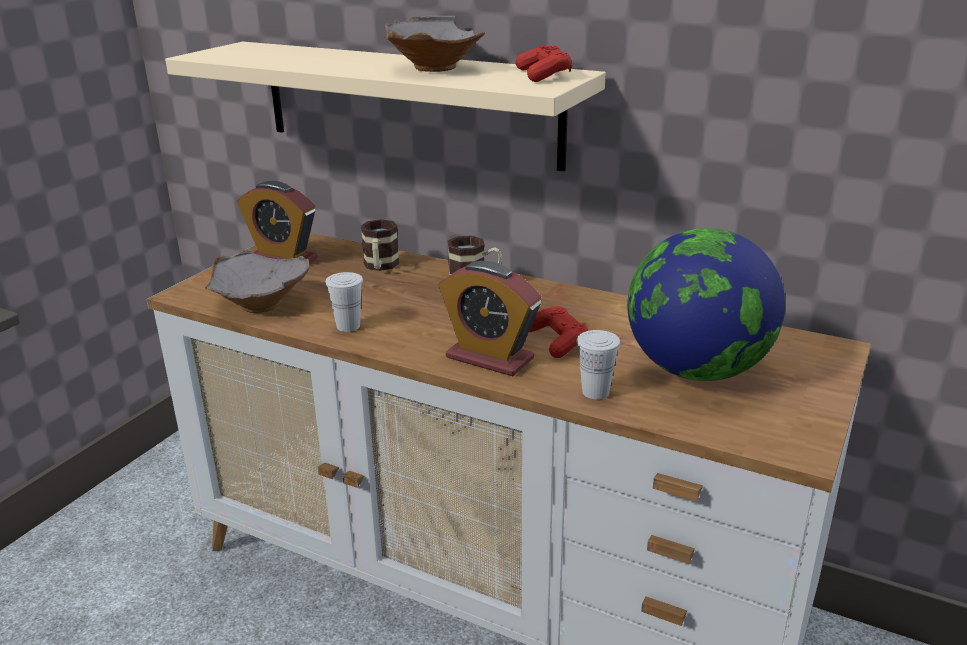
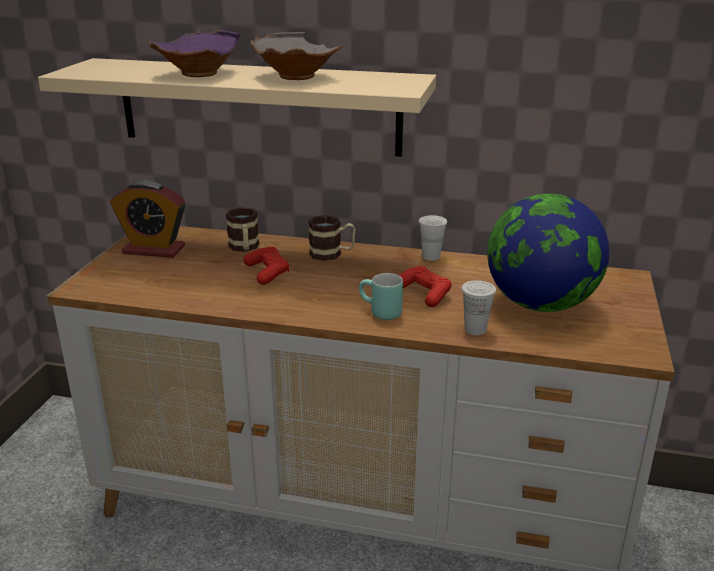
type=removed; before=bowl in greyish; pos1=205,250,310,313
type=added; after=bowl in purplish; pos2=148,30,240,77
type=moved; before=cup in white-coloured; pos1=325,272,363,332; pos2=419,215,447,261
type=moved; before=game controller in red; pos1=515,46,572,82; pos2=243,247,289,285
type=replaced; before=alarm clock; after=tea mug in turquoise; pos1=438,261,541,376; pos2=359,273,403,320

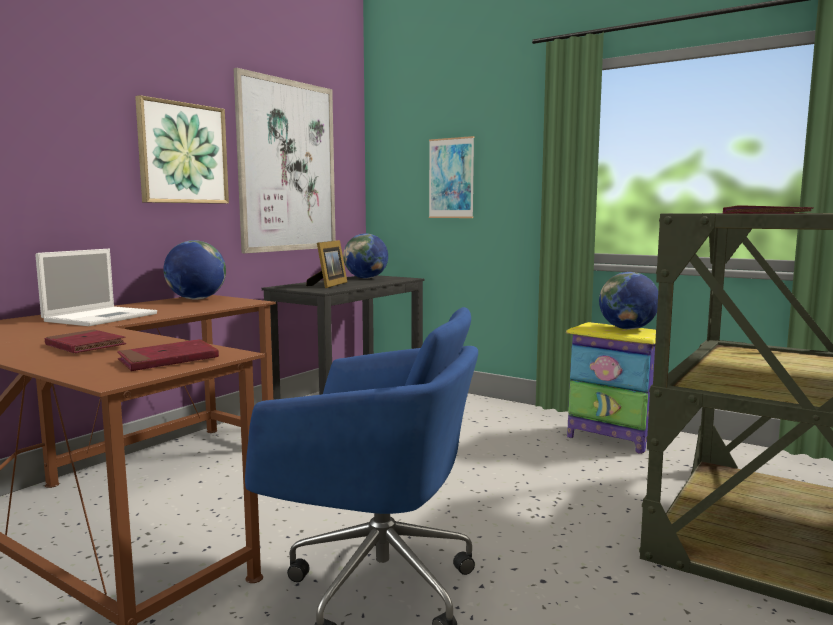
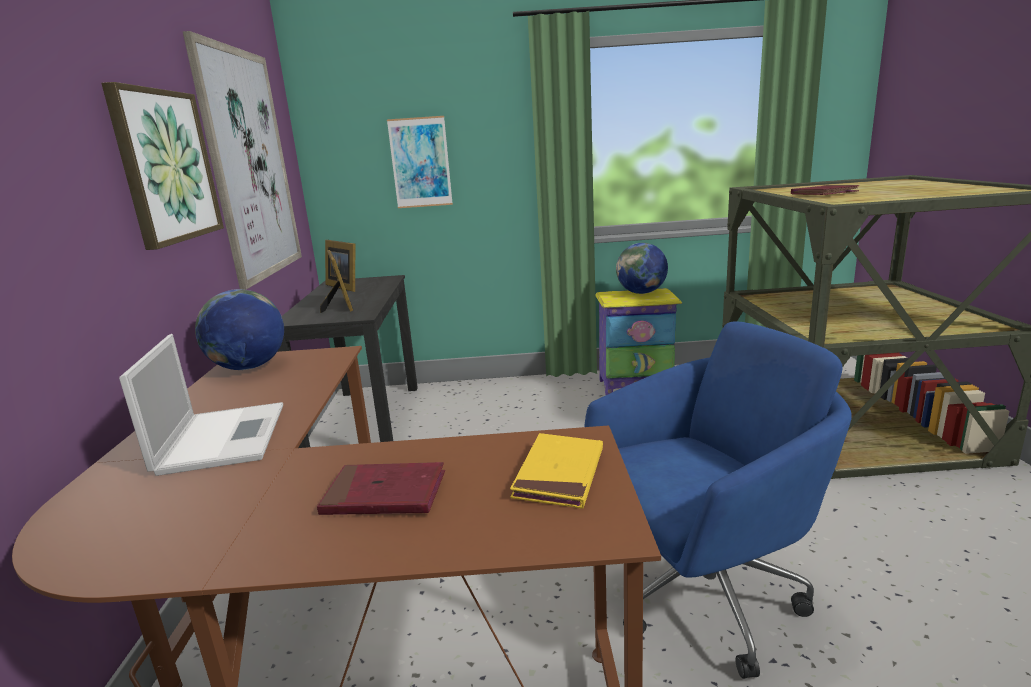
type=replaced; before=globe; after=photo frame; pos1=343,233,388,279; pos2=325,240,355,292
type=recoloured; before=book in red; after=book in yellow-coloured; pos1=117,339,219,371; pos2=510,433,603,509

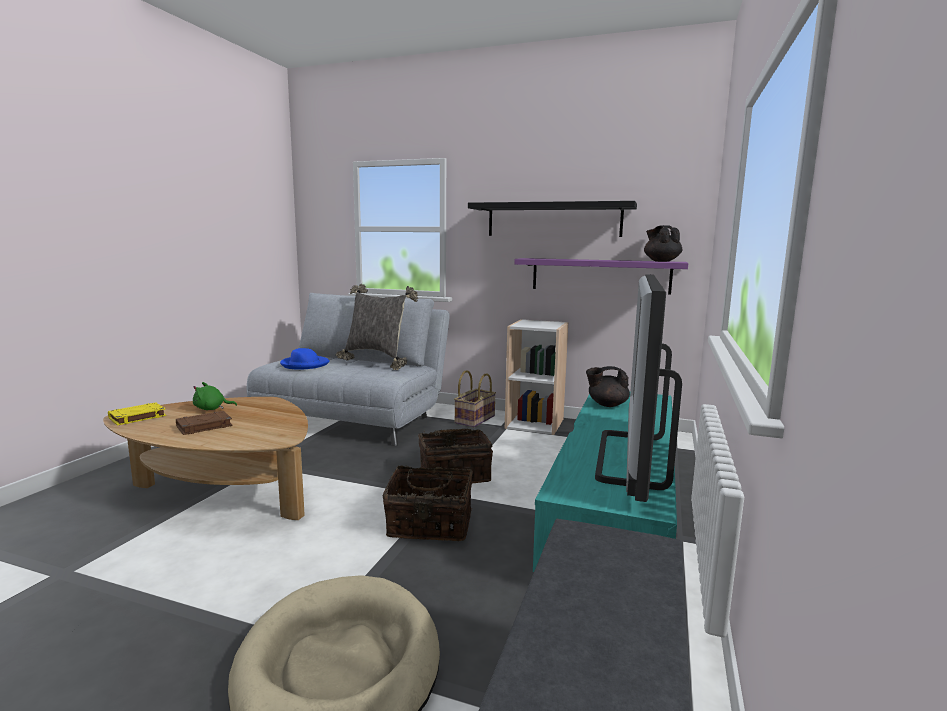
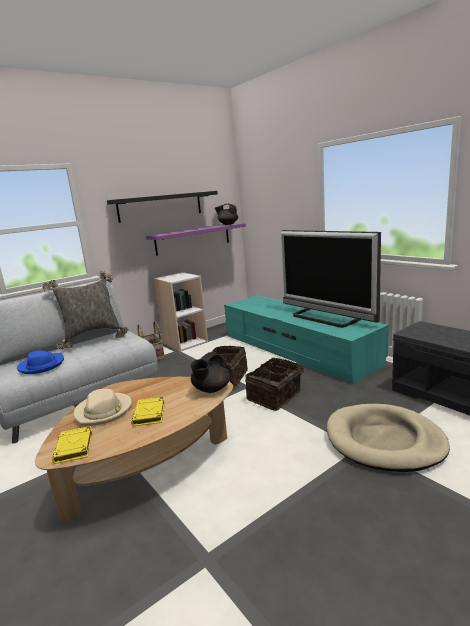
type=moved; before=teapot in black-coloured; pos1=586,366,630,407; pos2=191,352,230,393
type=replaced; before=soft toy in green-coloured; after=clothing hat in beige; pos1=193,382,237,410; pos2=73,389,132,426
type=recoloured; before=book in brownish; after=book in yellow-coloured; pos1=176,411,233,435; pos2=131,397,165,426

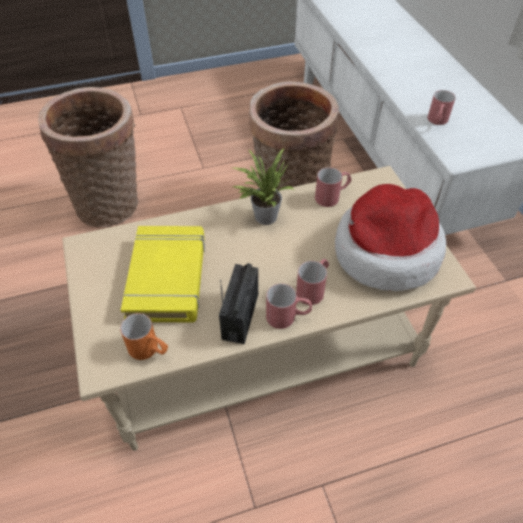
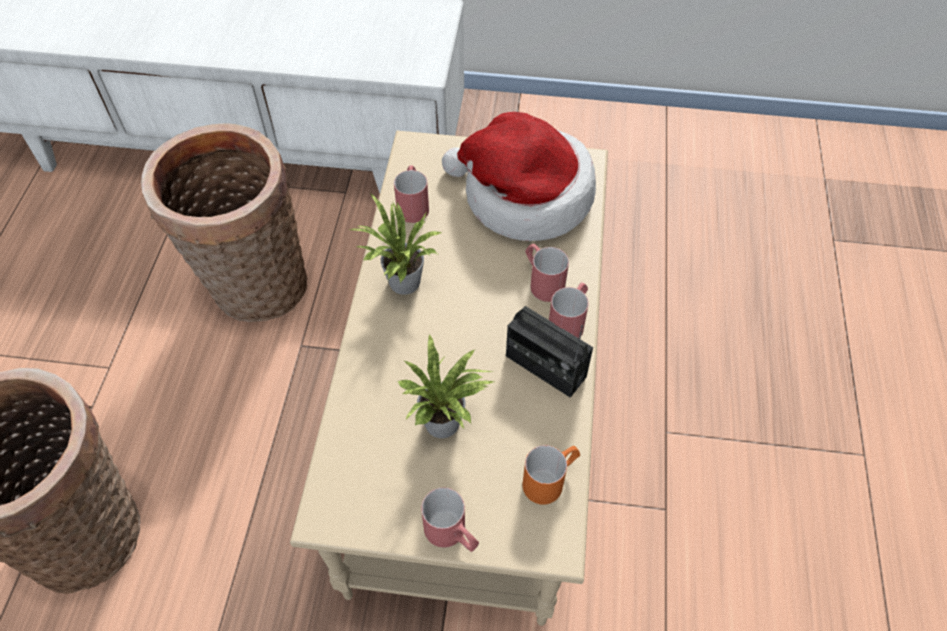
type=moved; before=tea mug in red; pos1=428,90,456,125; pos2=421,488,479,552
type=replaced; before=book in yellow-coloured; after=plant in a pot; pos1=121,226,205,322; pos2=397,334,494,438

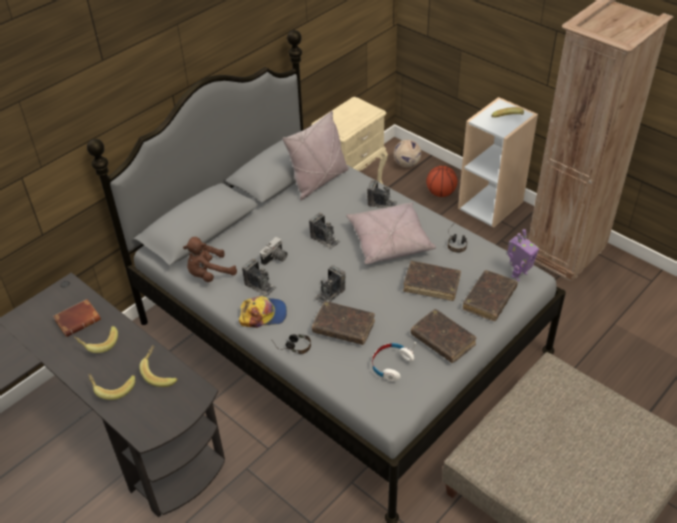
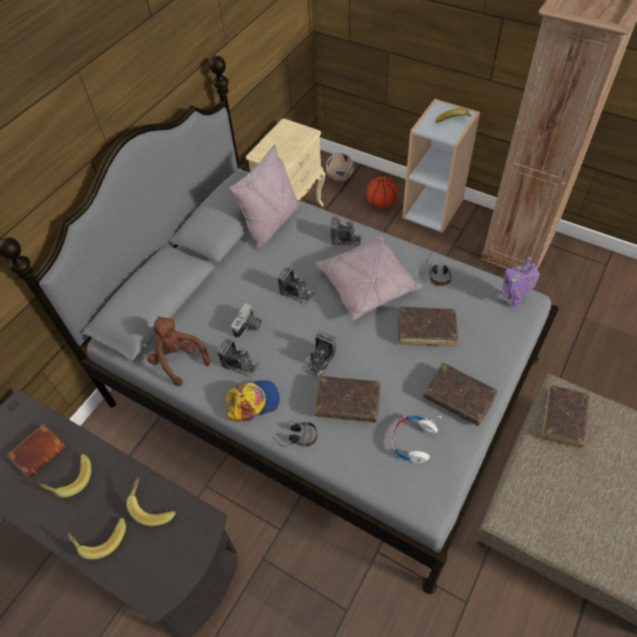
type=moved; before=book in brownish; pos1=463,270,518,321; pos2=541,385,590,448
type=turned; before=soft toy in brownish; pos1=183,237,237,282; pos2=147,316,210,386; turn=90
type=turned; before=model robot; pos1=507,229,539,281; pos2=503,257,540,308; turn=135

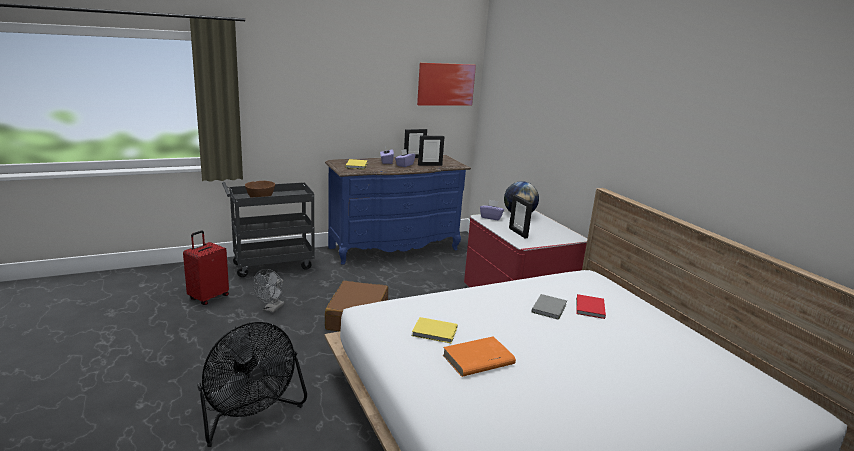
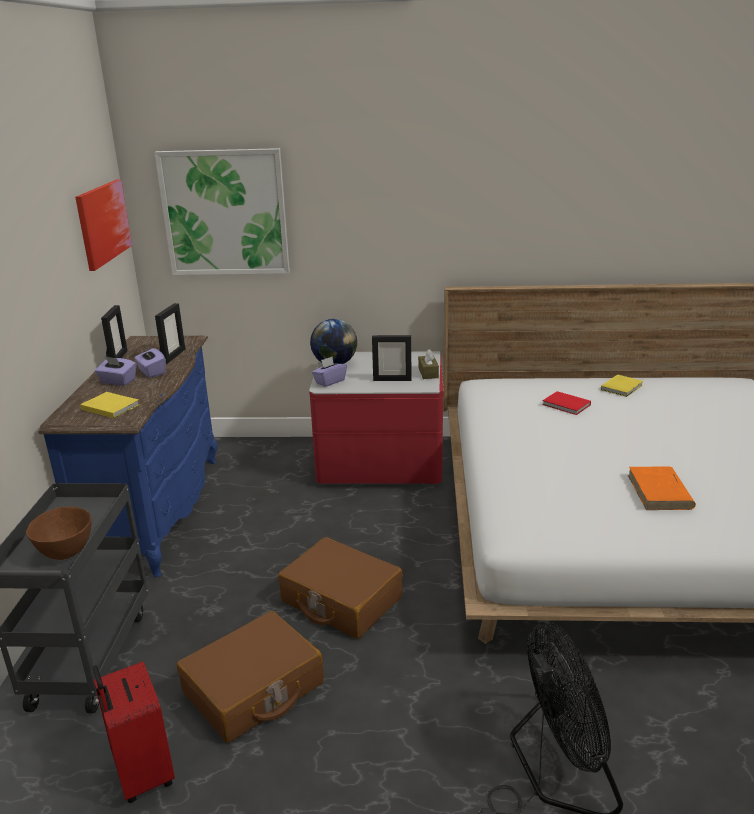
type=removed; before=book in greyish; pos1=532,294,567,320
type=added; after=picture; pos2=154,148,290,275
type=added; after=tissue box in brownish; pos2=418,349,439,379
type=moved; before=book in yellow-coloured; pos1=412,317,458,343; pos2=601,375,643,397
type=replaced; before=electric fan in greyish; after=travel case in brownish; pos1=253,269,284,313; pos2=177,611,324,743

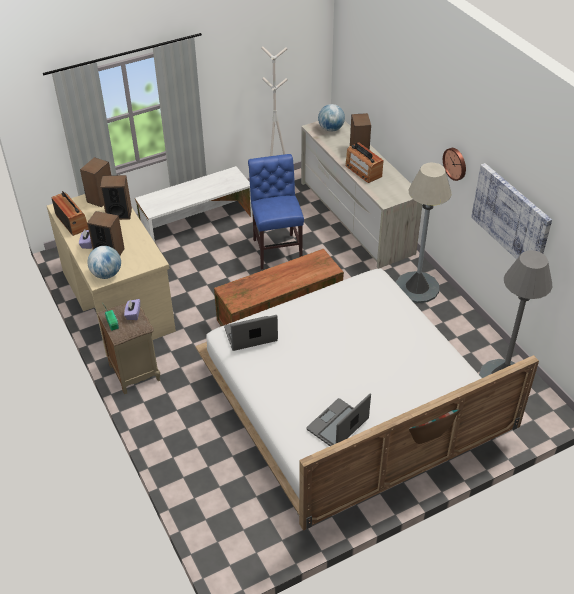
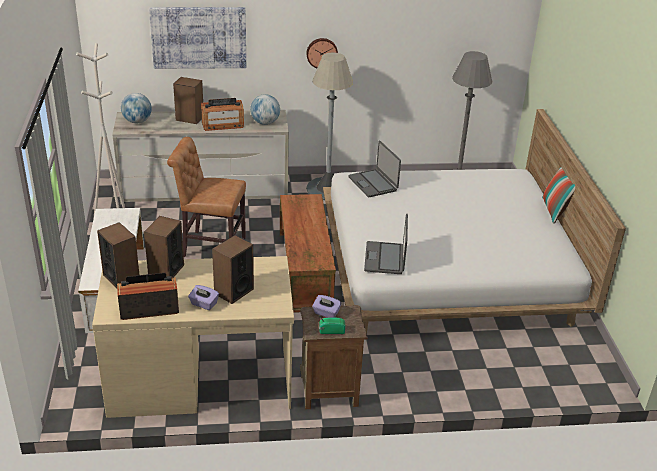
type=moved; before=globe; pos1=87,246,121,279; pos2=250,94,280,125
type=moved; before=portable computer; pos1=307,394,371,446; pos2=348,141,401,197
type=moved; before=picture; pos1=471,163,552,259; pos2=149,7,246,69
type=recoloured; before=upright chair in bluish; after=upright chair in brownish; pos1=248,154,304,269; pos2=167,137,246,257

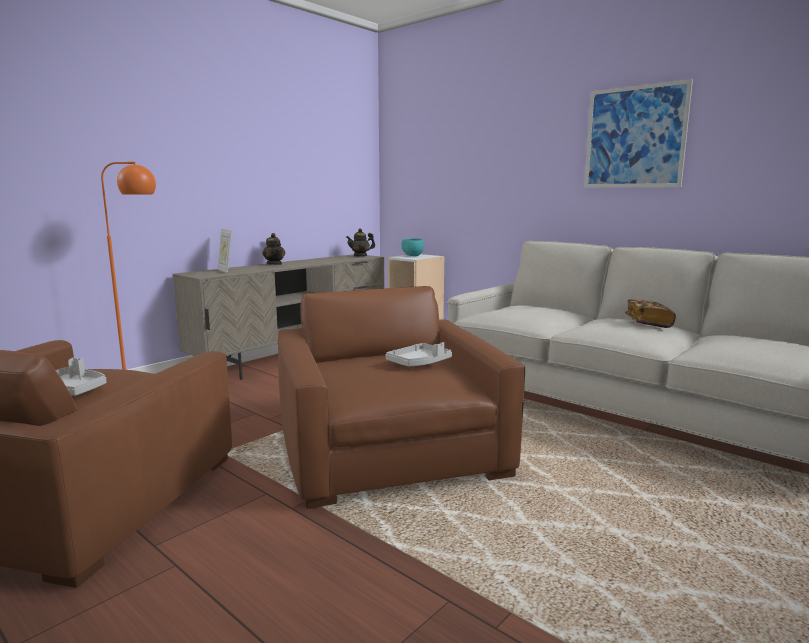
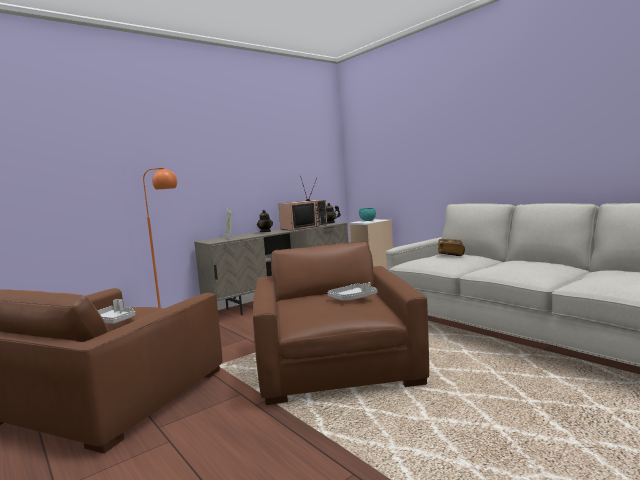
type=removed; before=picture; pos1=584,79,693,188
type=added; after=TV; pos2=278,178,327,231
type=moved; before=book; pos1=625,300,676,328; pos2=438,239,465,256

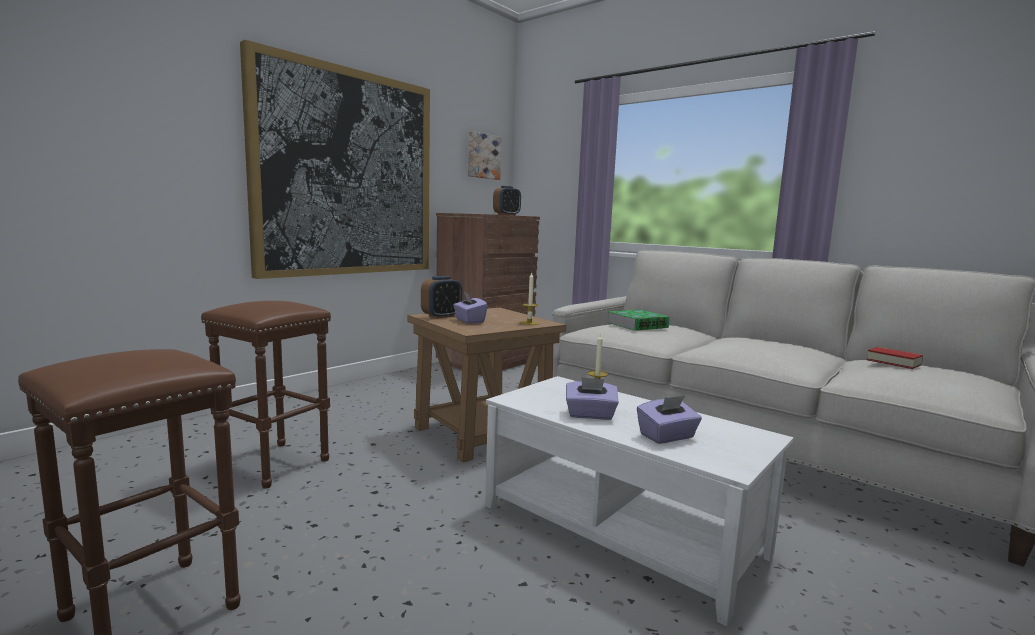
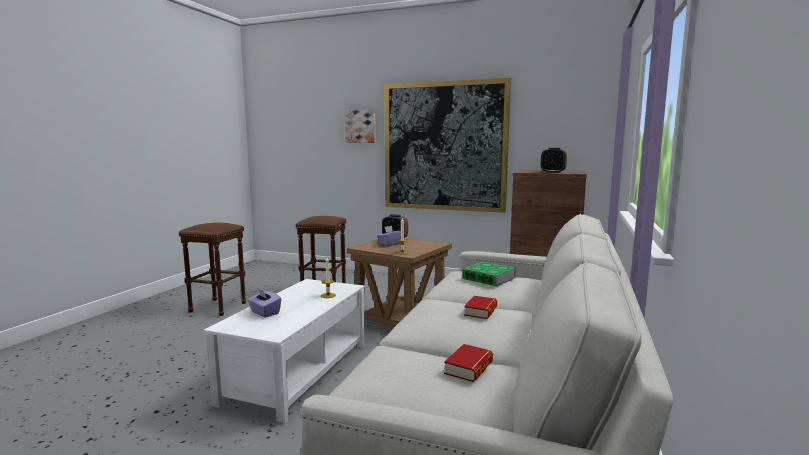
type=removed; before=tissue box in purplish; pos1=566,377,619,420
type=added; after=book; pos2=464,296,497,319
type=moved; before=picture; pos1=468,131,501,180; pos2=345,110,375,143

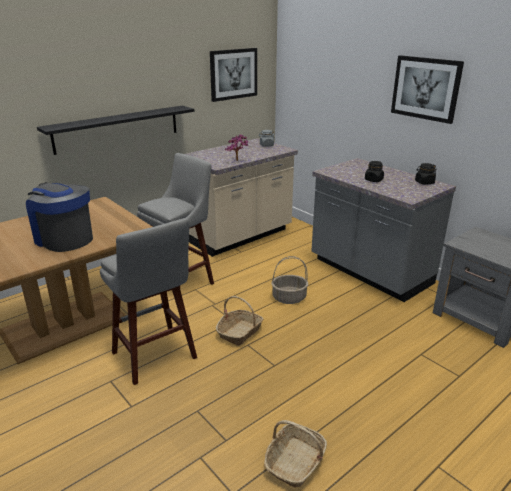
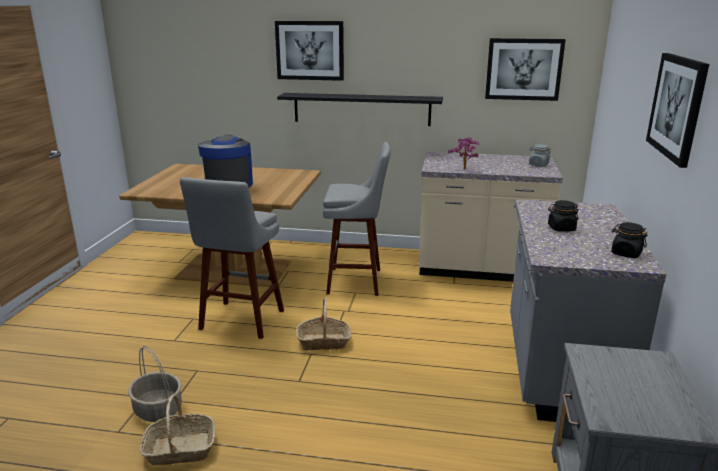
type=added; after=picture; pos2=275,21,344,81
type=moved; before=basket; pos1=271,256,308,304; pos2=128,346,182,422

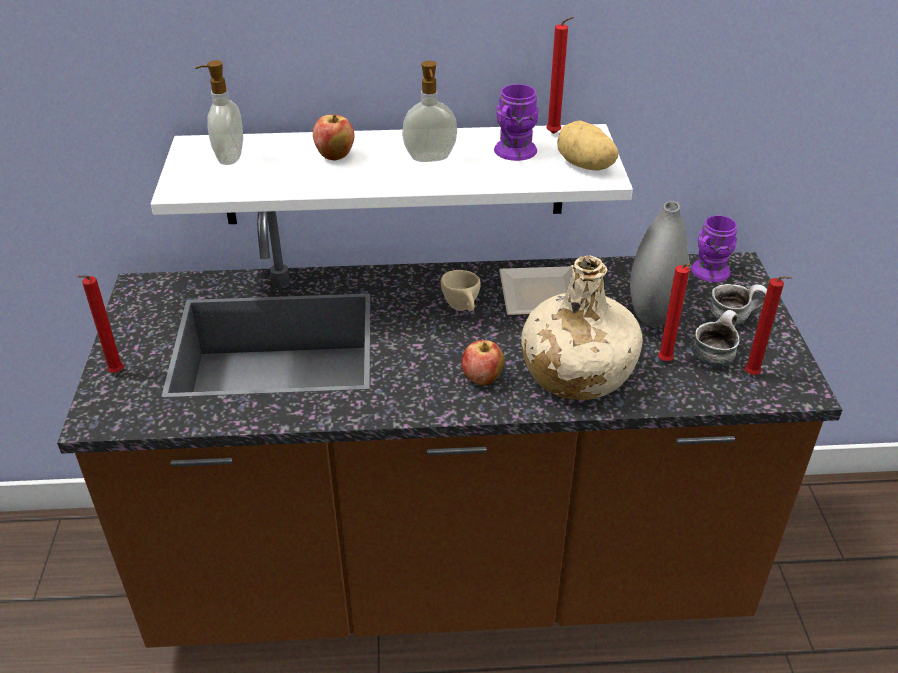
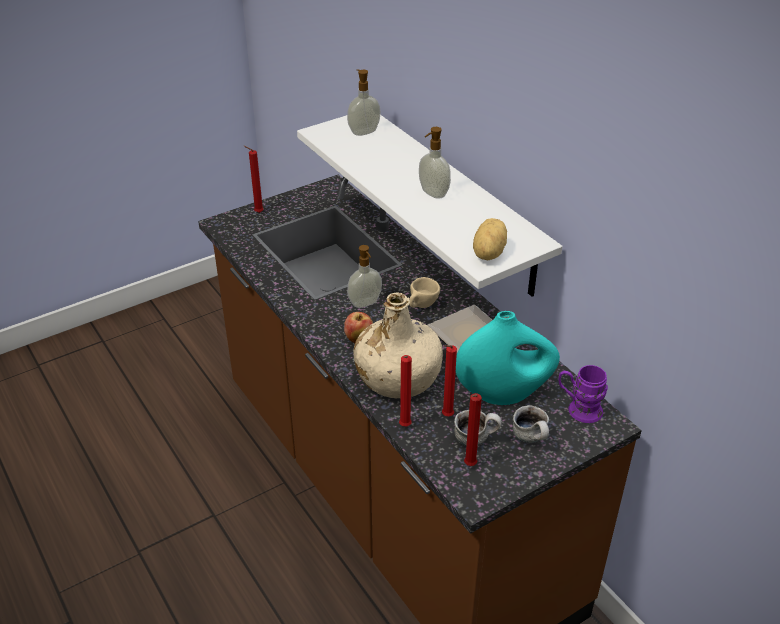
type=removed; before=whole apple; pos1=313,114,354,161
type=removed; before=tea mug in purplish; pos1=494,84,539,161
type=added; after=liquid soap bottle; pos2=347,245,382,308
type=moved; before=wax candle in red; pos1=546,17,574,134; pos2=399,355,412,426
type=recoloured; before=flower vase in greyish; after=flower vase in turquoise; pos1=630,201,690,327; pos2=456,311,560,405

